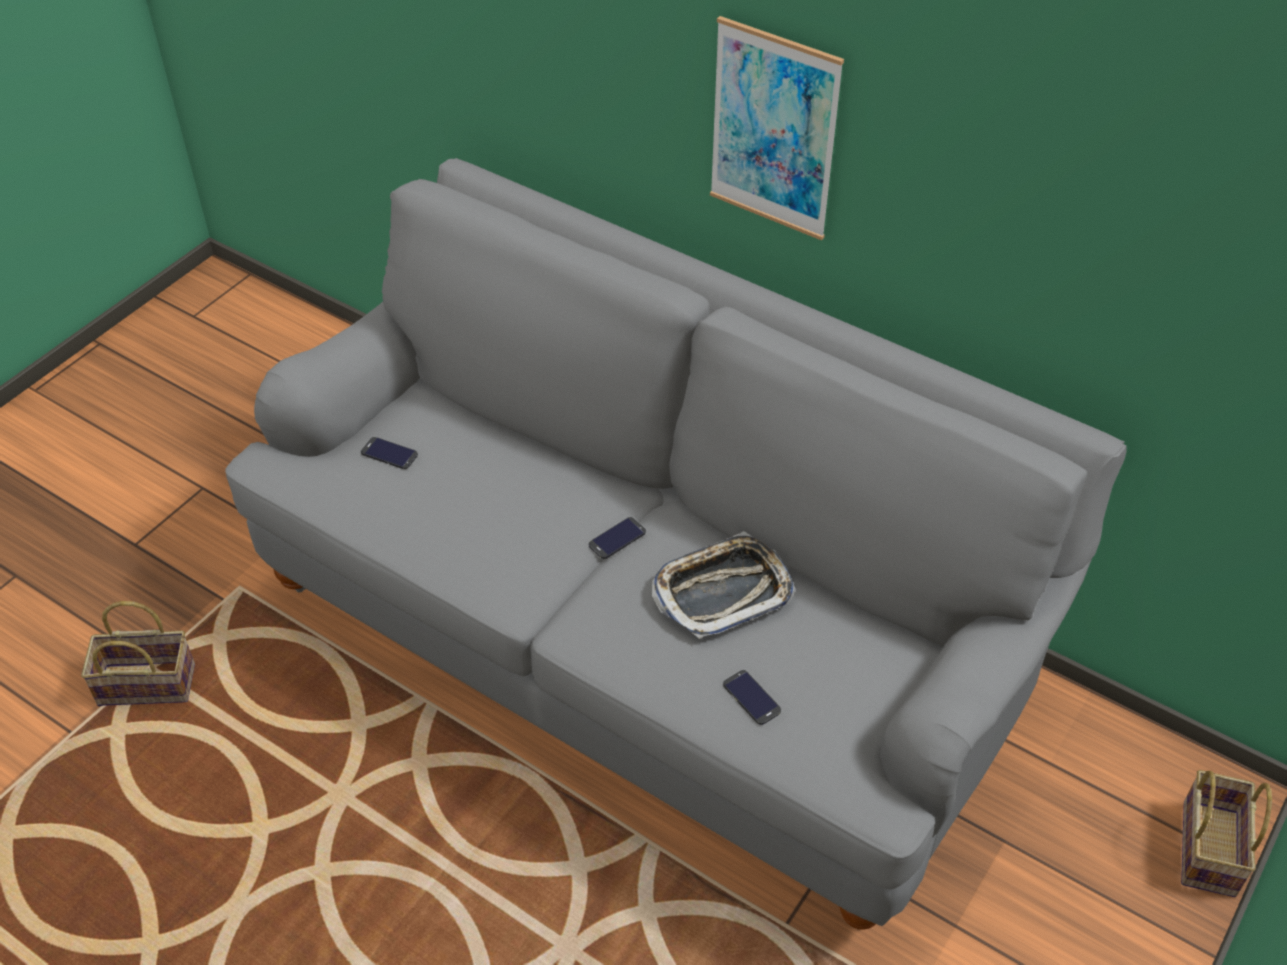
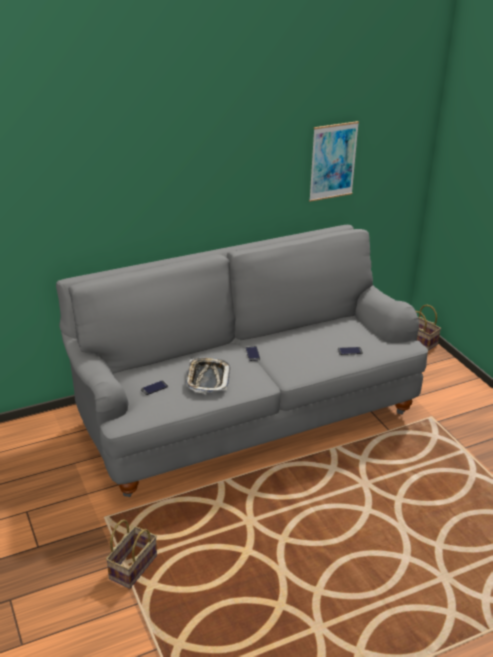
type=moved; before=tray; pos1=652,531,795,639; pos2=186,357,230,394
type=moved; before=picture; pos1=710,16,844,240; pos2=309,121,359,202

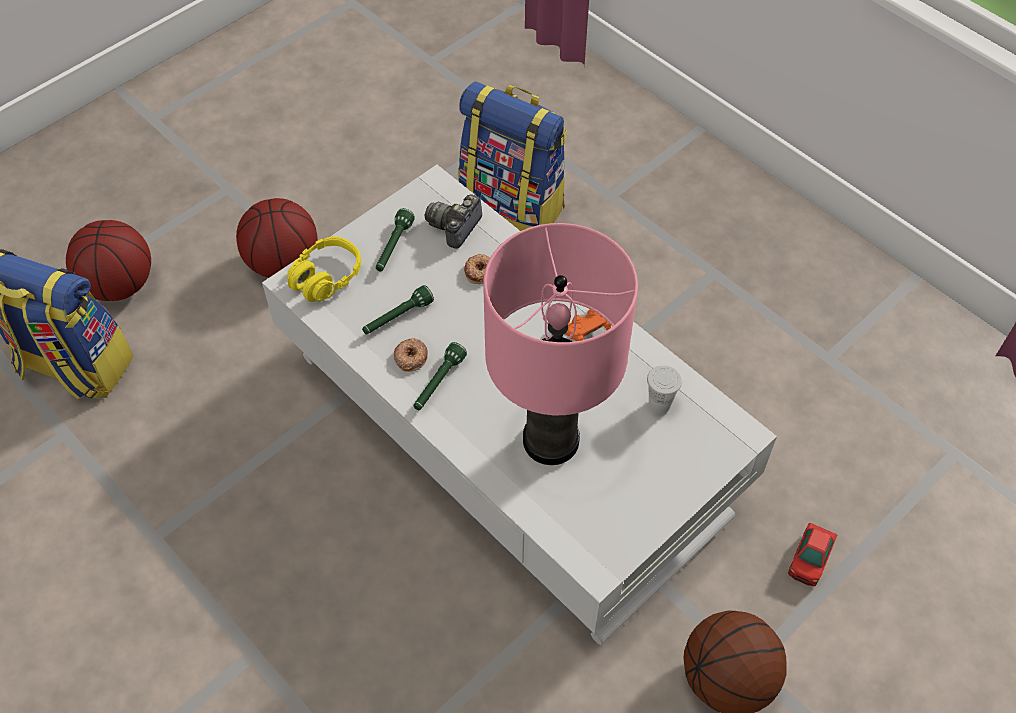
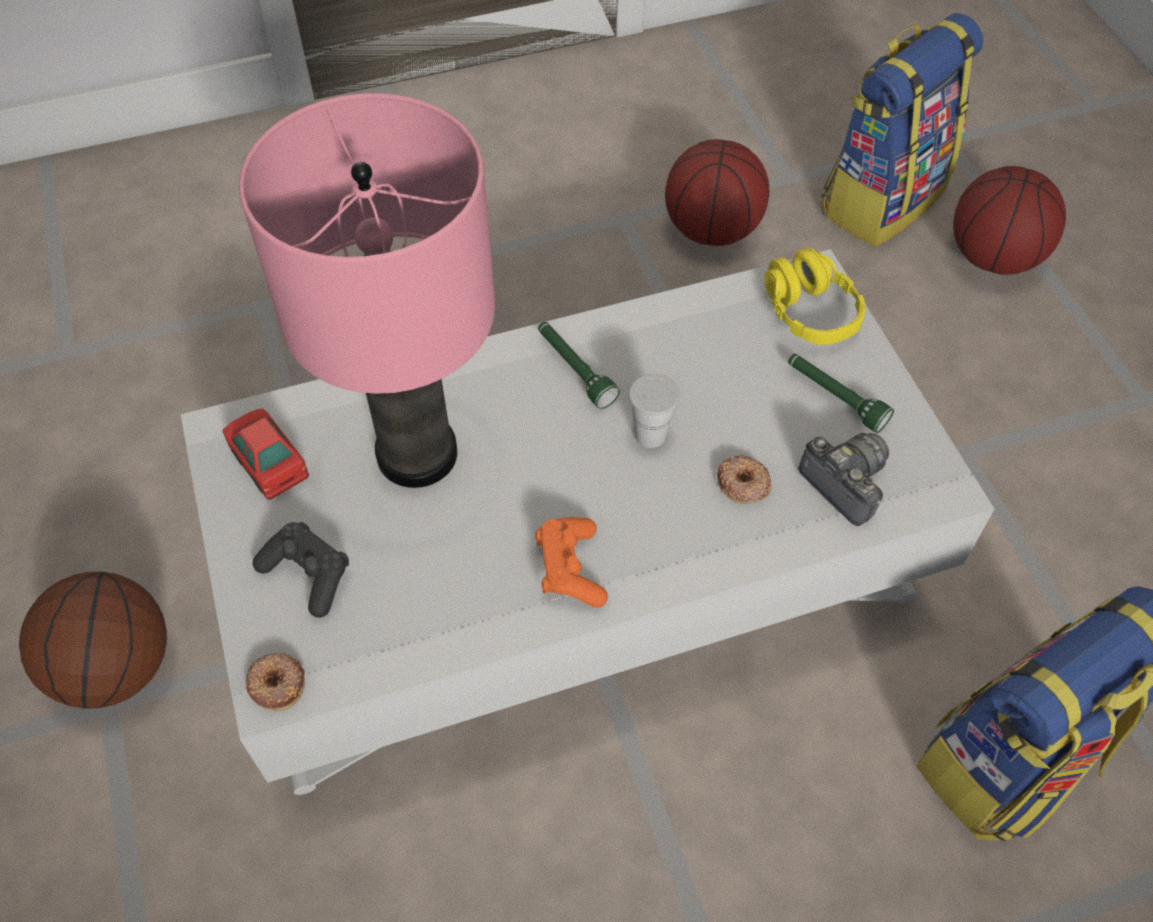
type=removed; before=flashlight in green-coloured; pos1=362,285,434,334
type=added; after=game controller in black-coloured; pos2=252,522,349,618
type=moved; before=basketball ball; pos1=236,198,318,278; pos2=665,139,769,246
type=moved; before=doughnut; pos1=394,338,428,372; pos2=246,653,305,711
type=moved; before=cup in white-coloured; pos1=647,365,682,414; pos2=629,374,680,448
type=moved; before=model car; pos1=788,523,837,586; pos2=222,408,309,500

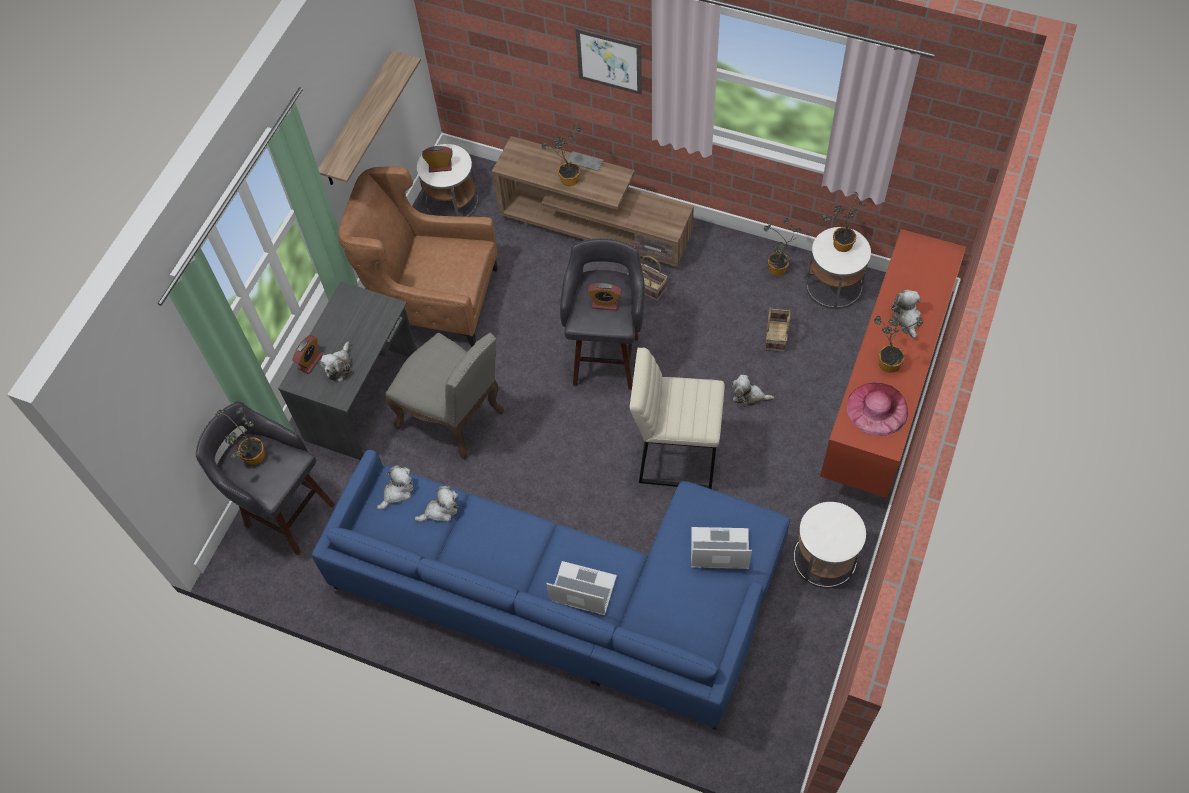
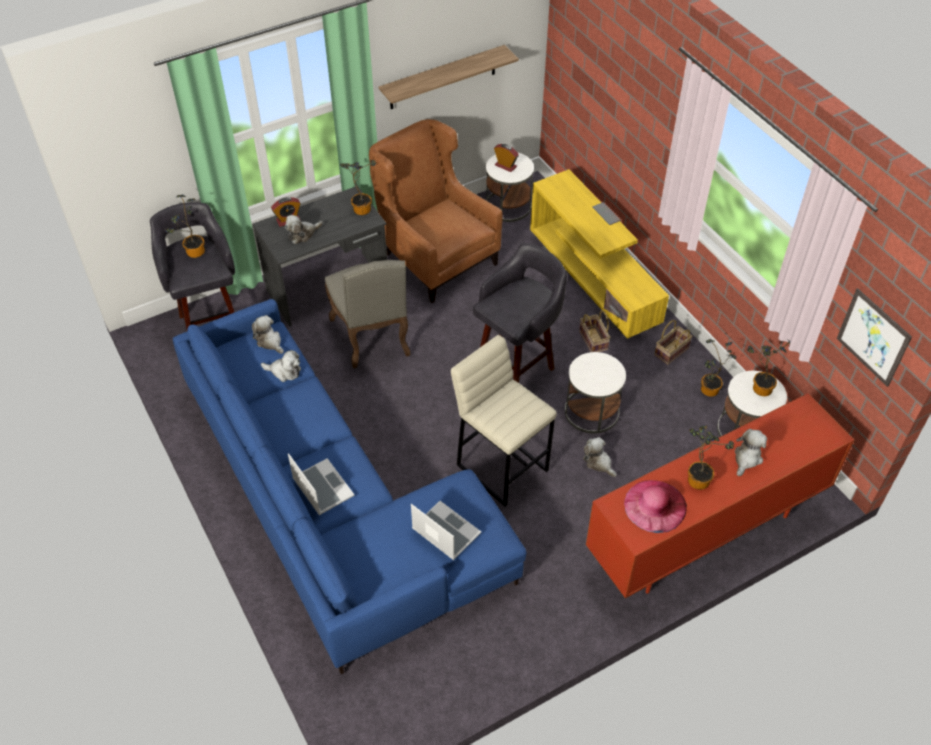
type=removed; before=alarm clock; pos1=587,283,621,311
type=moved; before=plant in a pot; pos1=542,125,581,186; pos2=340,160,376,215
type=moved; before=picture; pos1=576,28,642,95; pos2=837,288,912,387
type=moved; before=basket; pos1=765,307,791,352; pos2=654,320,692,365
type=moved; before=accent table in white-coloured; pos1=794,502,866,588; pos2=565,352,626,433
type=recoloured; before=tv unit in brownish; after=tv unit in yellow-coloured; pos1=492,136,694,267; pos2=530,169,669,339
type=turned; before=soft toy; pos1=377,465,413,510; pos2=252,315,284,354; turn=-120

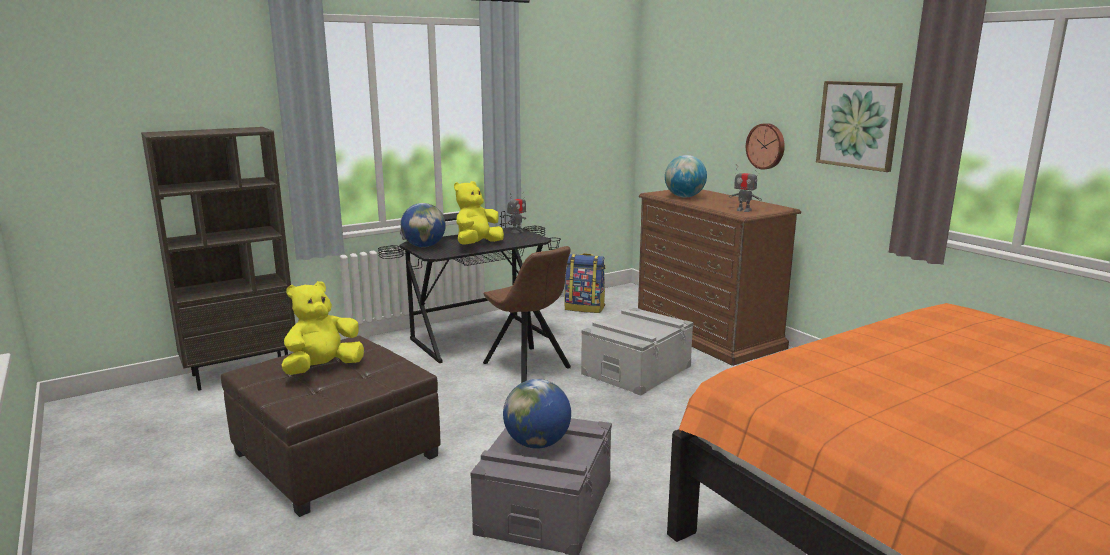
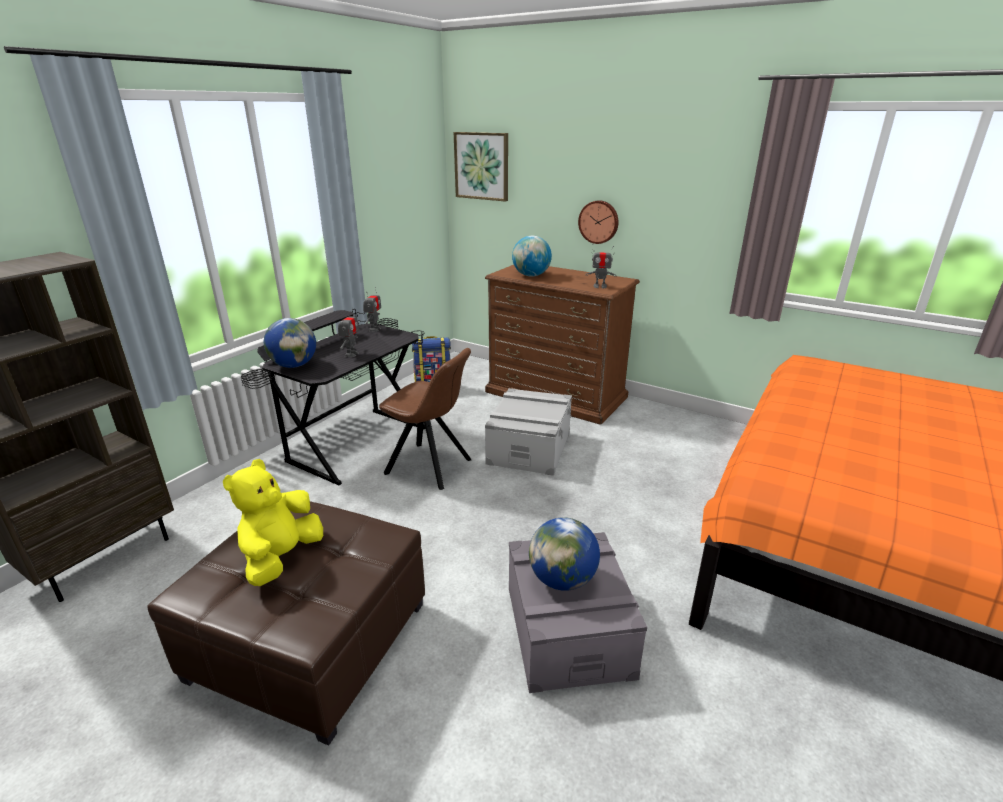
type=moved; before=picture; pos1=816,81,903,172; pos2=454,132,508,202
type=replaced; before=soft toy in yellow-coloured; after=model robot; pos1=454,181,504,245; pos2=338,308,359,357

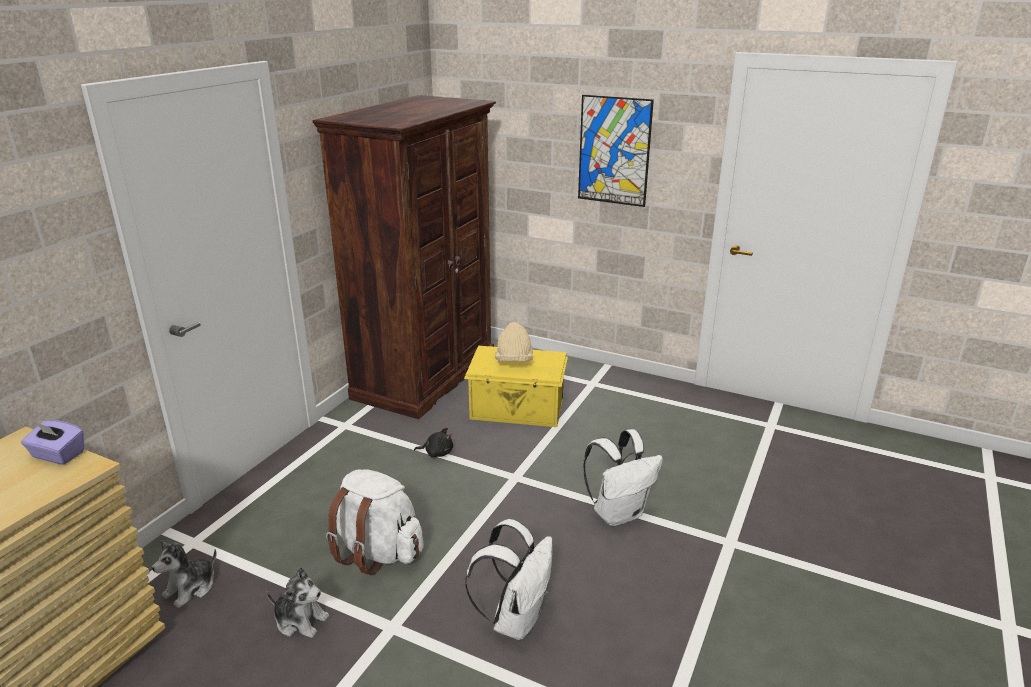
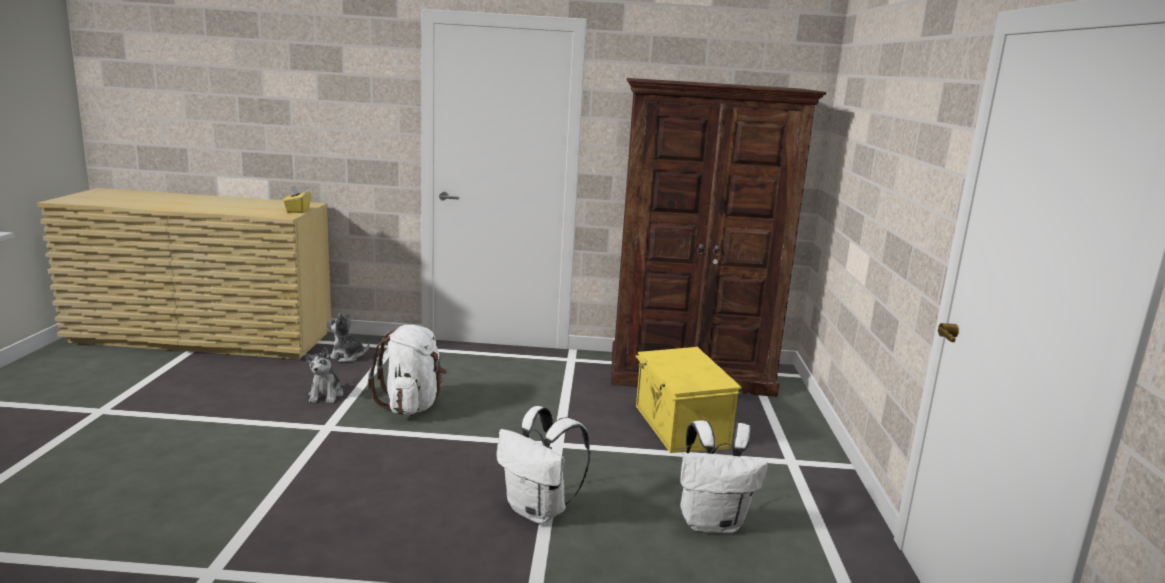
type=removed; before=soft toy in black-coloured; pos1=414,428,453,458
type=removed; before=clothing hat in beige; pos1=495,322,533,362
type=removed; before=picture; pos1=578,95,654,207
type=moved; before=backpack in white-coloured; pos1=465,519,552,640; pos2=680,421,768,533
type=recoloured; before=tissue box in purplish; after=tissue box in yellow-coloured; pos1=21,420,84,465; pos2=283,185,311,213

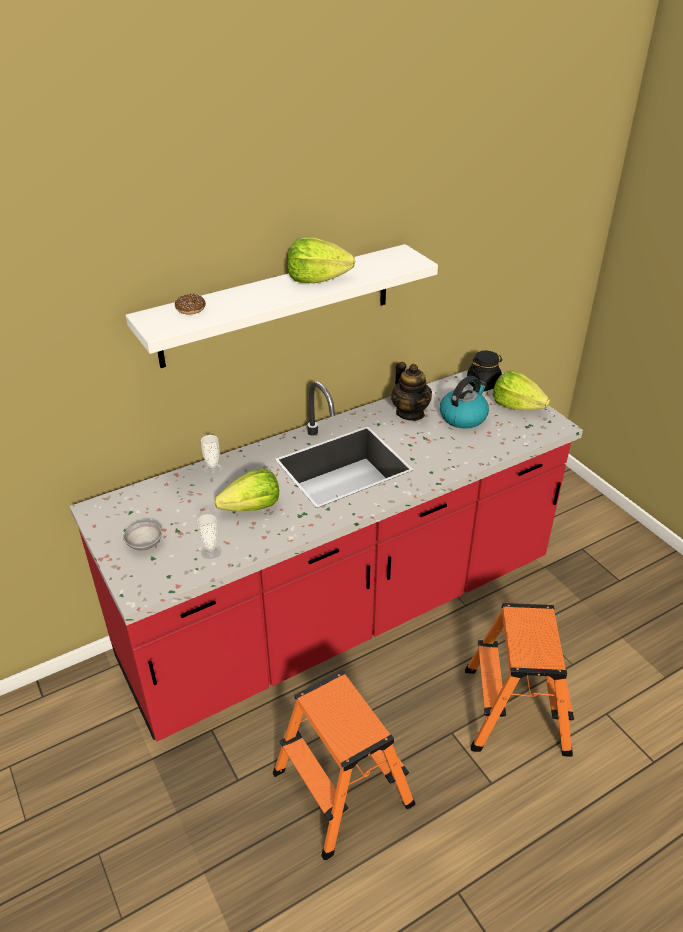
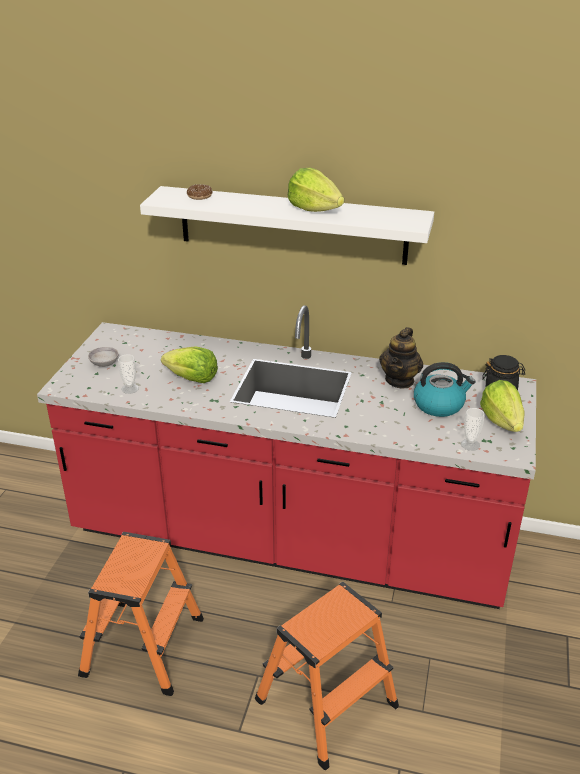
type=moved; before=cup; pos1=201,435,222,476; pos2=461,408,485,451

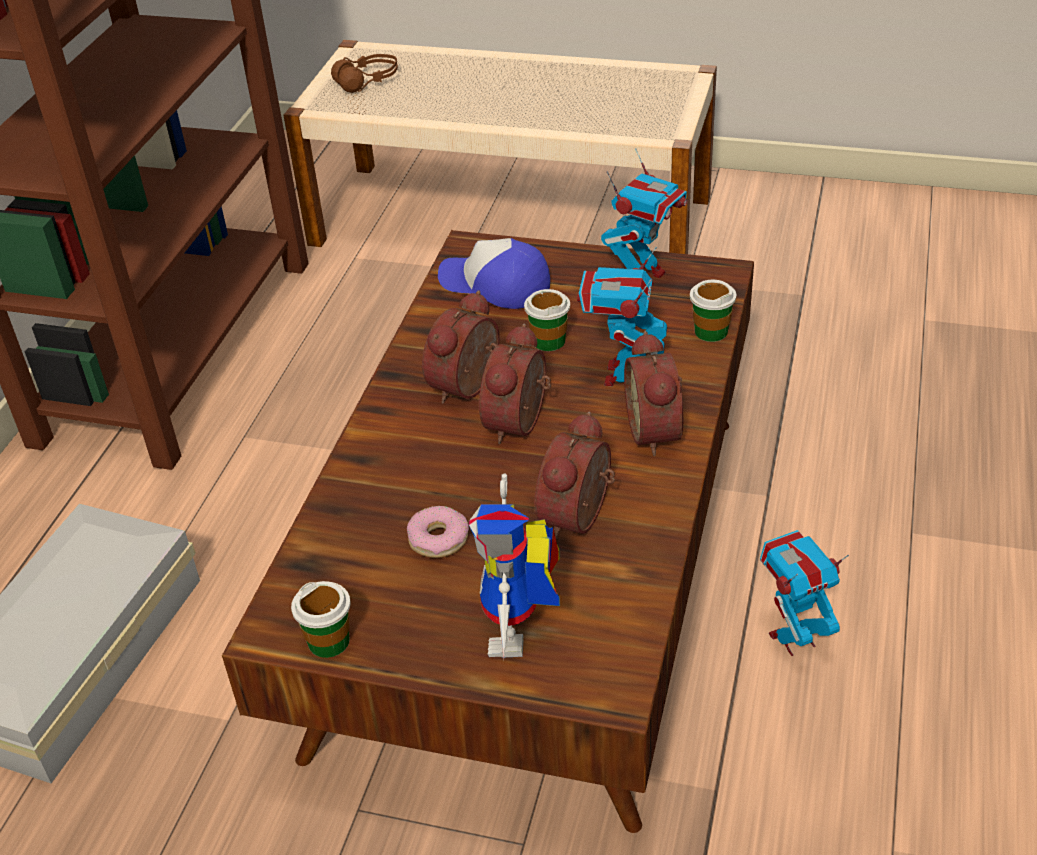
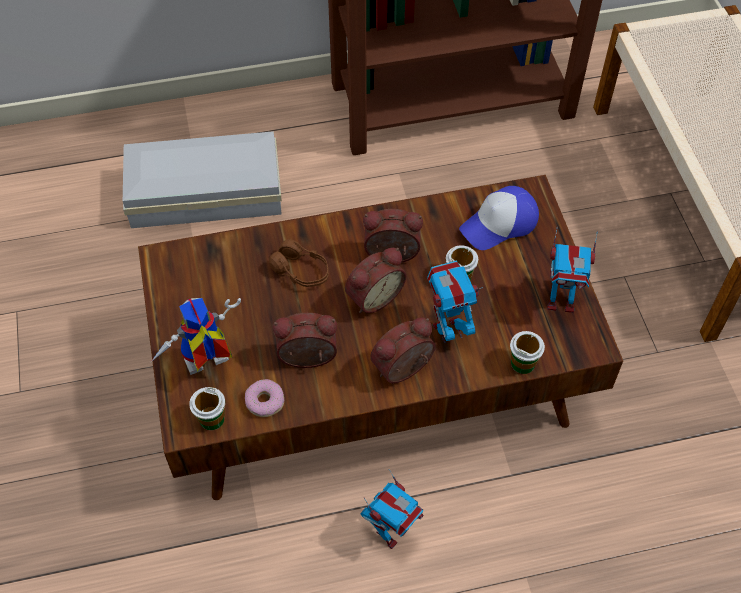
type=moved; before=cup; pos1=291,581,351,658; pos2=189,387,225,430
type=moved; before=headphones in brownish; pos1=331,54,398,93; pos2=269,239,329,287
type=moved; before=doughnut; pos1=407,506,469,558; pos2=245,379,284,417
type=turned; before=baseball cap; pos1=438,238,550,309; pos2=459,186,539,250; turn=-120
type=turned; before=alarm clock; pos1=479,323,551,444; pos2=345,247,406,313; turn=150
type=turned; before=model robot; pos1=760,530,849,656; pos2=361,469,424,549; turn=90

